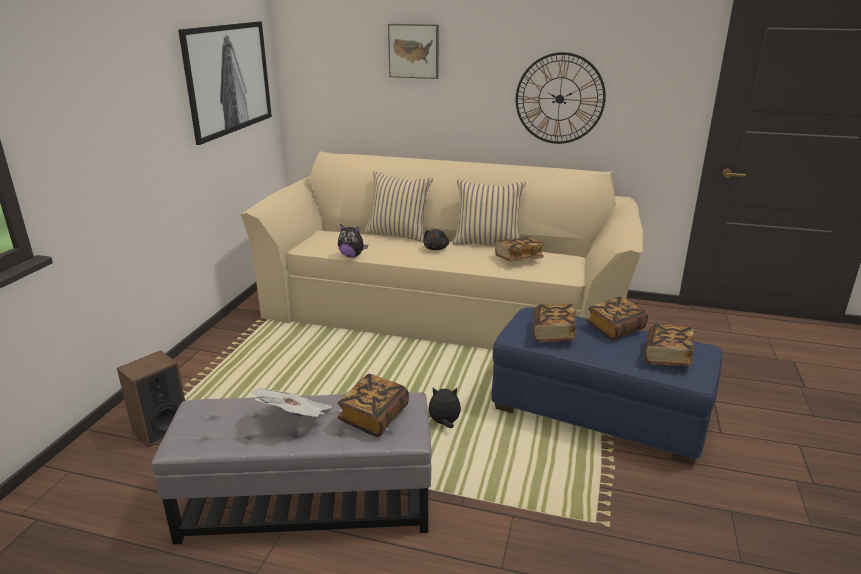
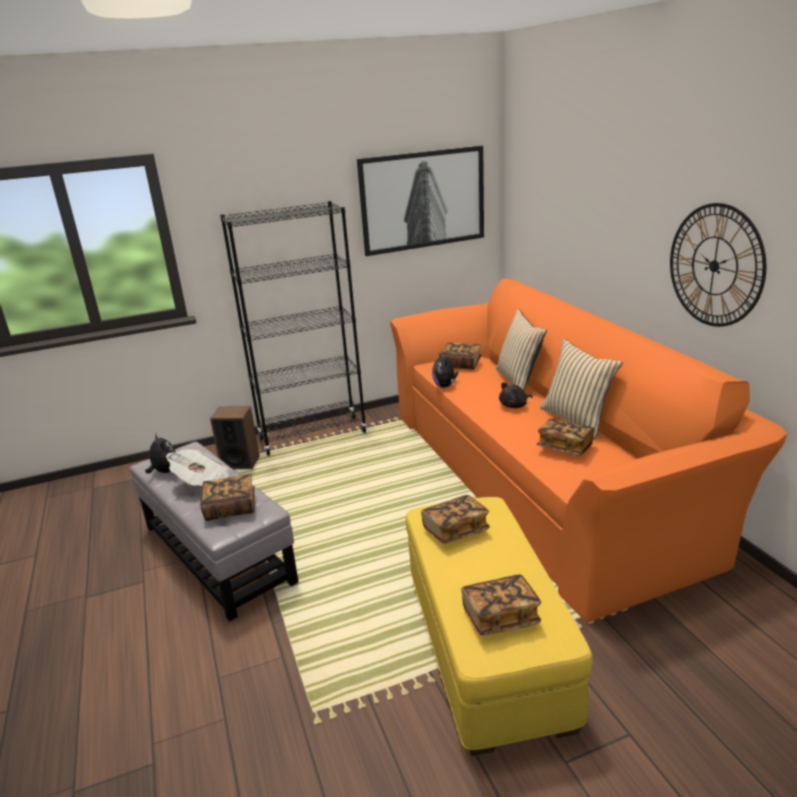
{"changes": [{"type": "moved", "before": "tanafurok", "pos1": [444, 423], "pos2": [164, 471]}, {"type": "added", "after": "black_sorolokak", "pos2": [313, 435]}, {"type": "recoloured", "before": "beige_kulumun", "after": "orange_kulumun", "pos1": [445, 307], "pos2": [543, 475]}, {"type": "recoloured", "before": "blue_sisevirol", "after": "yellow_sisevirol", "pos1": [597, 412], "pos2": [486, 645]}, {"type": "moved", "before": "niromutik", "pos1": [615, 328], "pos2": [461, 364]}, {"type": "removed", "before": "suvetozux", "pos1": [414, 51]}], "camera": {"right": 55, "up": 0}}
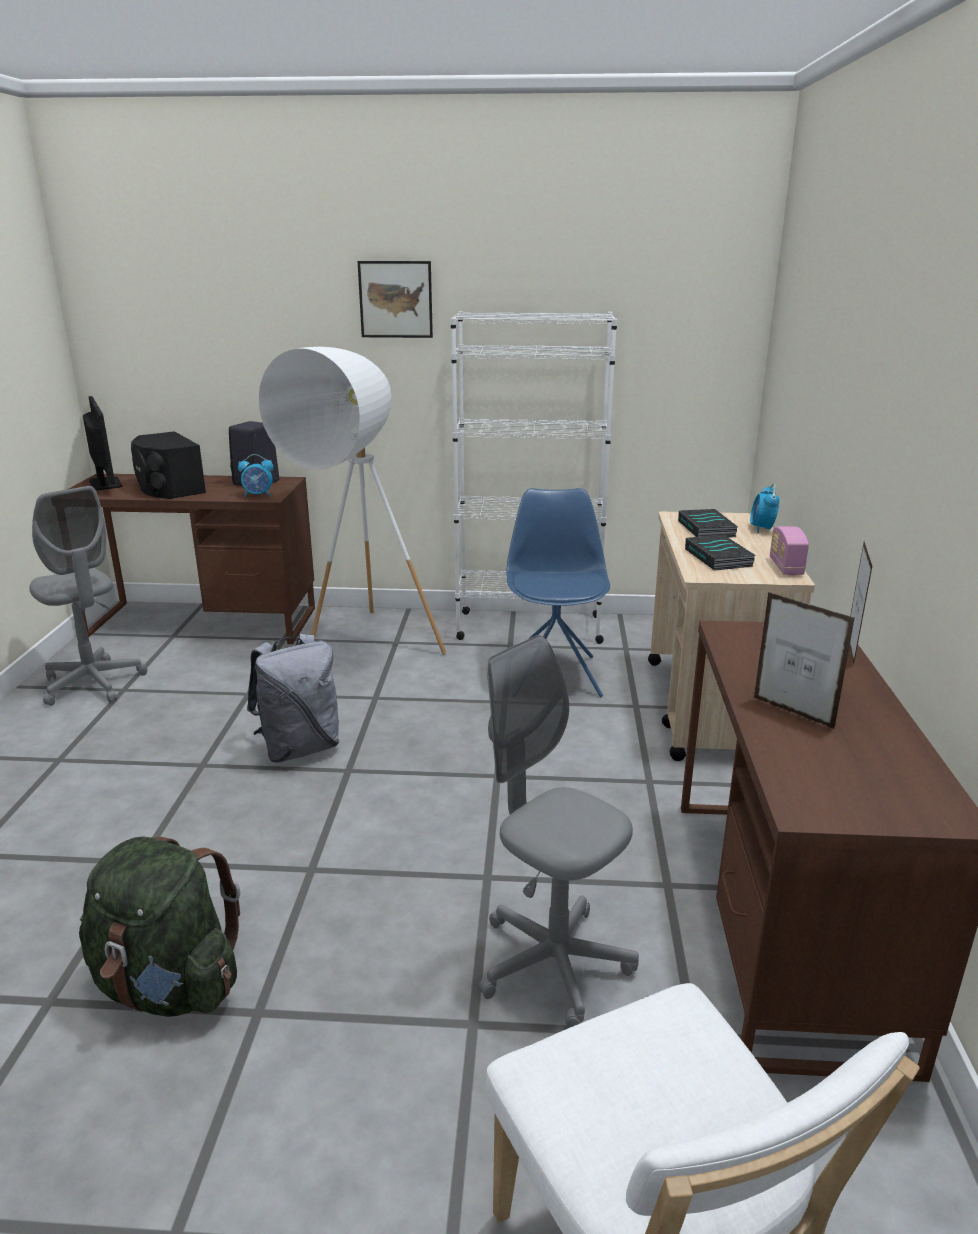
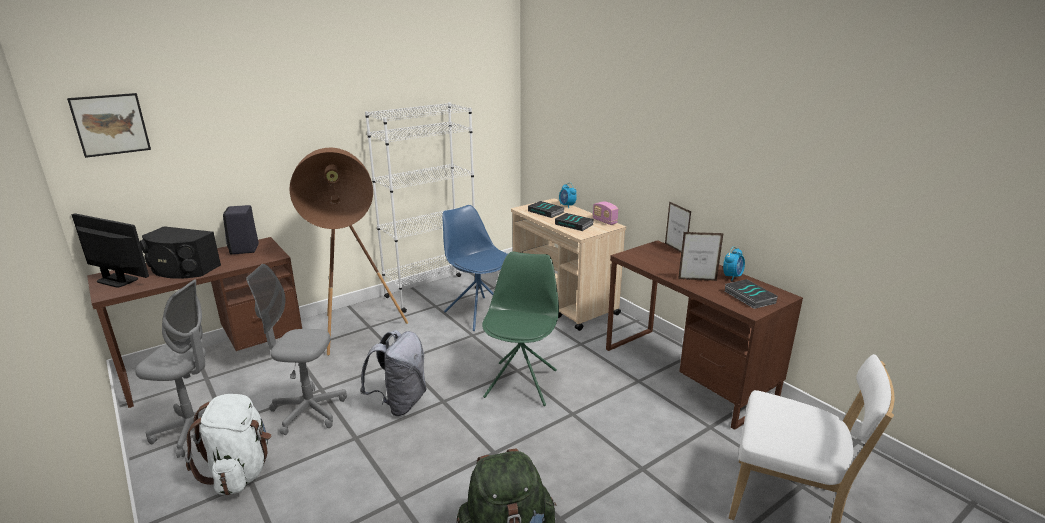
{"changes": [{"type": "moved", "before": "suvetozux", "pos1": [395, 299], "pos2": [110, 124]}, {"type": "added", "after": "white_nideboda", "pos2": [240, 471]}, {"type": "moved", "before": "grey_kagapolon", "pos1": [553, 964], "pos2": [308, 411]}, {"type": "recoloured", "before": "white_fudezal", "after": "brown_fudezal", "pos1": [359, 650], "pos2": [354, 339]}, {"type": "added", "after": "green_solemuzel", "pos2": [521, 382]}, {"type": "moved", "before": "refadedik", "pos1": [258, 495], "pos2": [732, 277]}, {"type": "added", "after": "niromutik", "pos2": [748, 297]}], "camera": {"right": -40, "up": 0}}
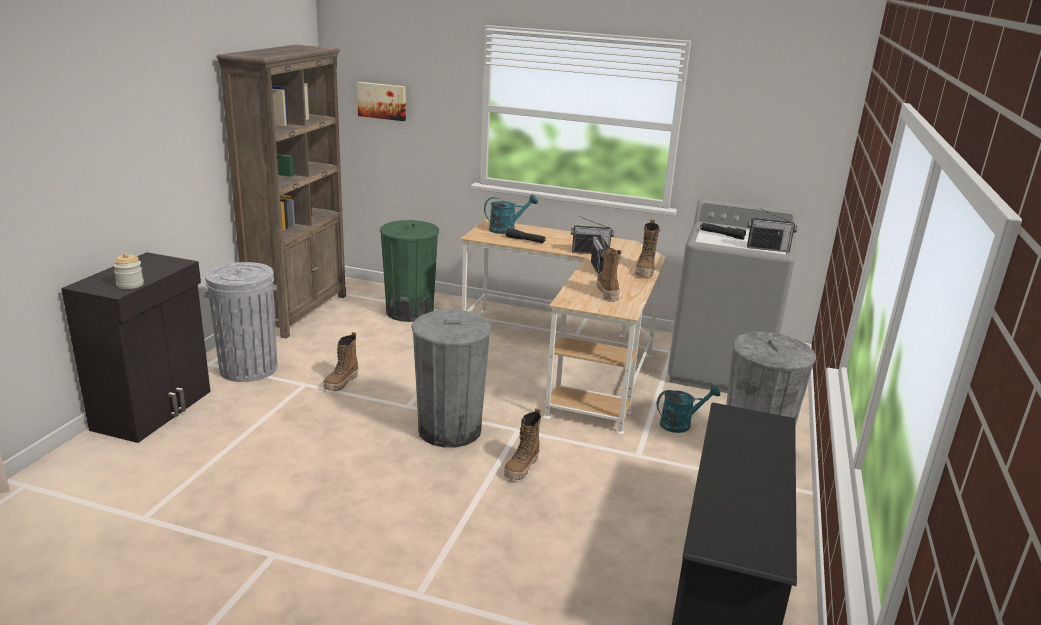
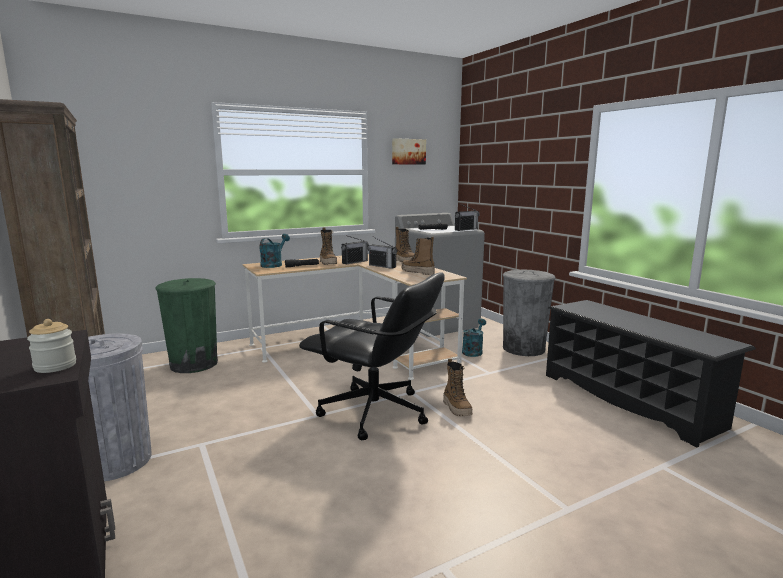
{"changes": [{"type": "replaced", "before": "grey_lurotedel", "after": "black_kagapolon", "pos1": [449, 430], "pos2": [375, 413]}, {"type": "moved", "before": "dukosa", "pos1": [341, 383], "pos2": [328, 263]}, {"type": "moved", "before": "suvetozux", "pos1": [382, 101], "pos2": [408, 151]}], "camera": {"right": -45, "up": -10}}
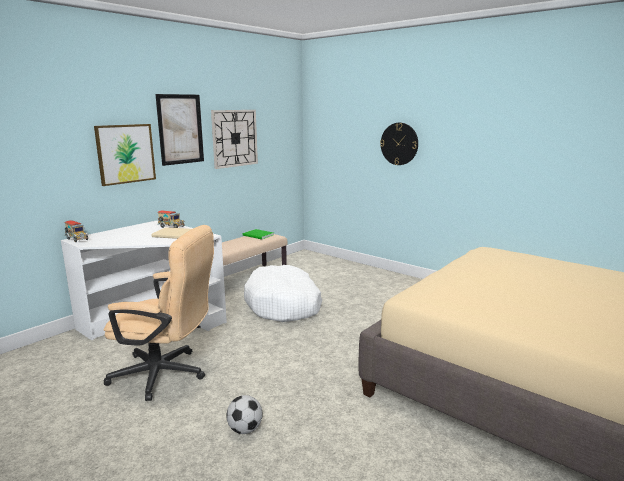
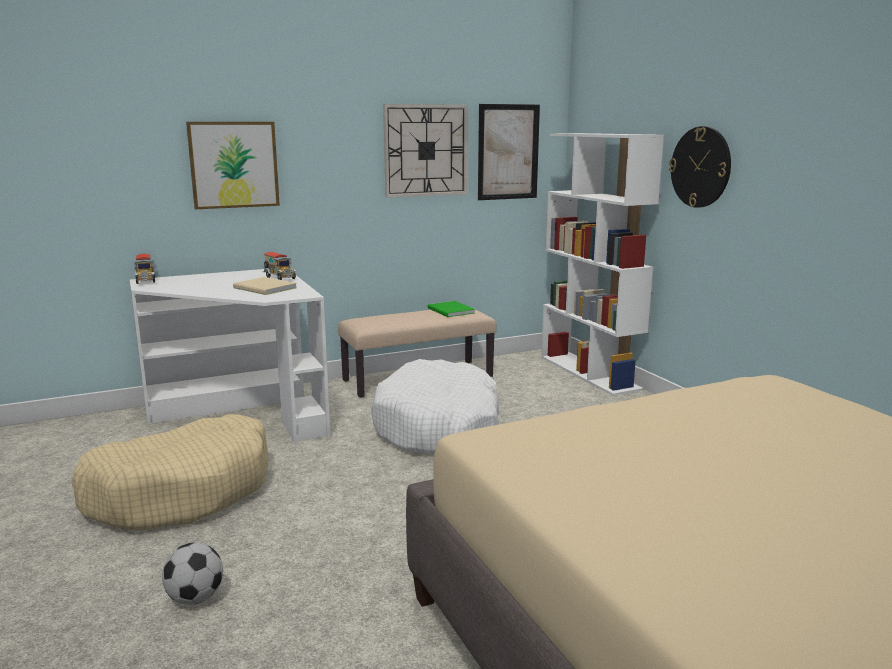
{"changes": [{"type": "replaced", "before": "beige_kagapolon", "after": "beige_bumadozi", "pos1": [167, 375], "pos2": [182, 491]}, {"type": "moved", "before": "suvetozux", "pos1": [180, 129], "pos2": [508, 152]}, {"type": "added", "after": "white_sorolokak", "pos2": [589, 373]}], "camera": {"right": 25, "up": 0}}
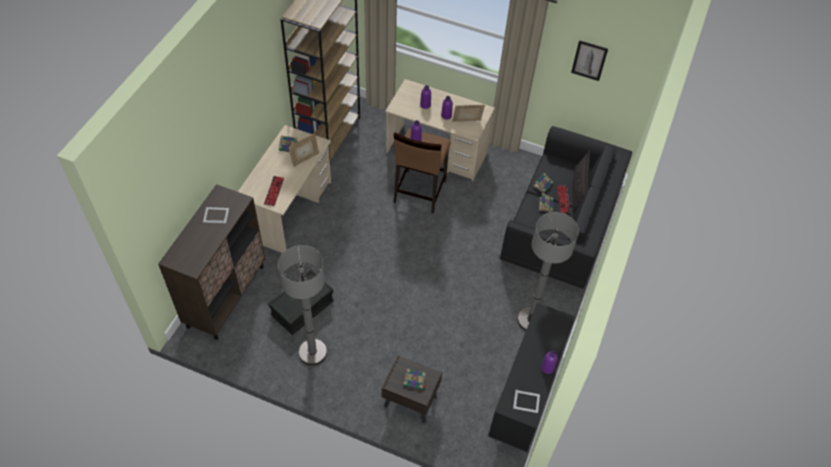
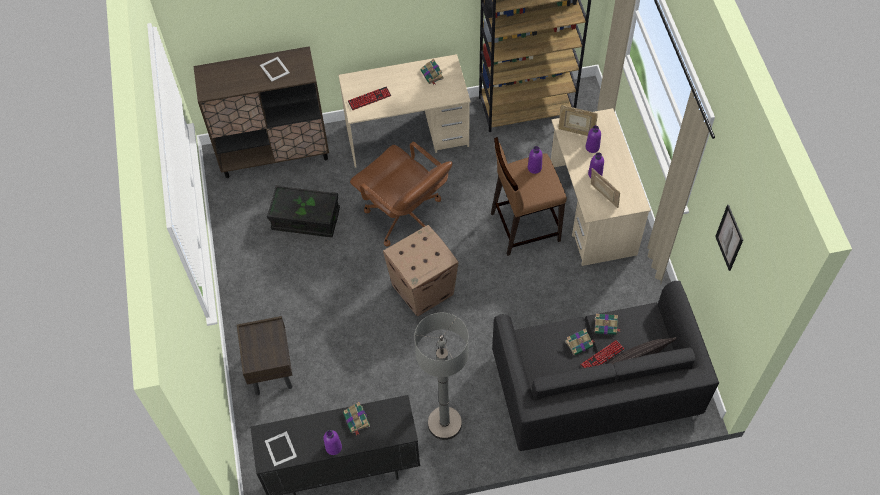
{"changes": [{"type": "moved", "before": "niromutik", "pos1": [415, 381], "pos2": [357, 420]}, {"type": "added", "after": "brown_kagapolon", "pos2": [404, 217]}, {"type": "added", "after": "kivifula", "pos2": [423, 289]}, {"type": "moved", "before": "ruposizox", "pos1": [305, 159], "pos2": [576, 131]}, {"type": "removed", "before": "grey_fudezal", "pos1": [312, 352]}], "camera": {"right": 60, "up": 5}}
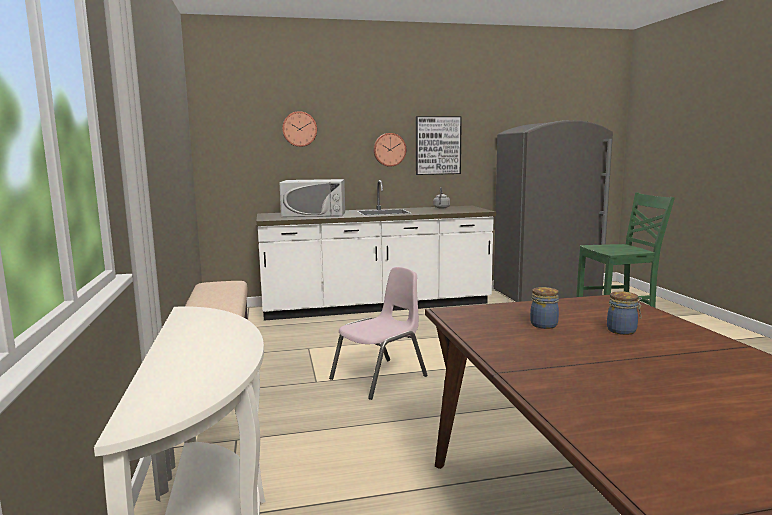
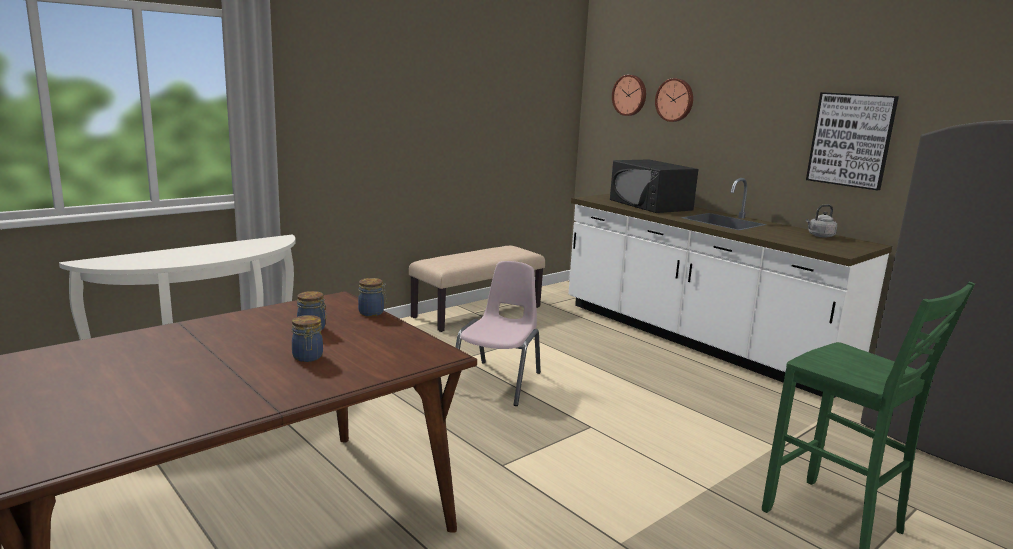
{"changes": [{"type": "added", "after": "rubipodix", "pos2": [372, 313]}, {"type": "turned", "before": "pink_solemuzel", "pos1": [380, 378], "pos2": [498, 382], "turn": -90}, {"type": "recoloured", "before": "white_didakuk", "after": "black_didakuk", "pos1": [314, 214], "pos2": [650, 205]}, {"type": "moved", "before": "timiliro", "pos1": [389, 149], "pos2": [630, 95]}], "camera": {"right": 60, "up": 5}}
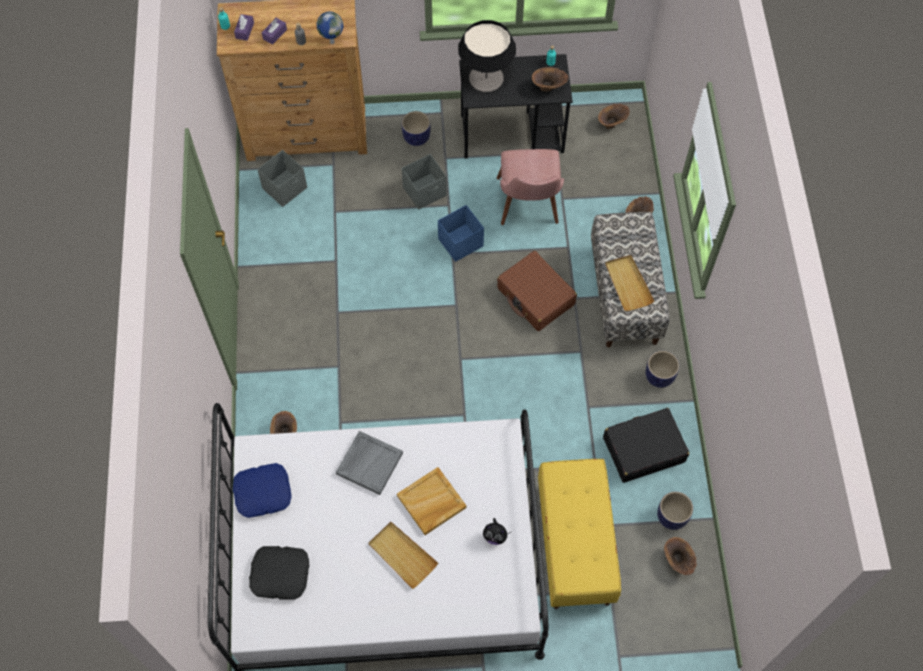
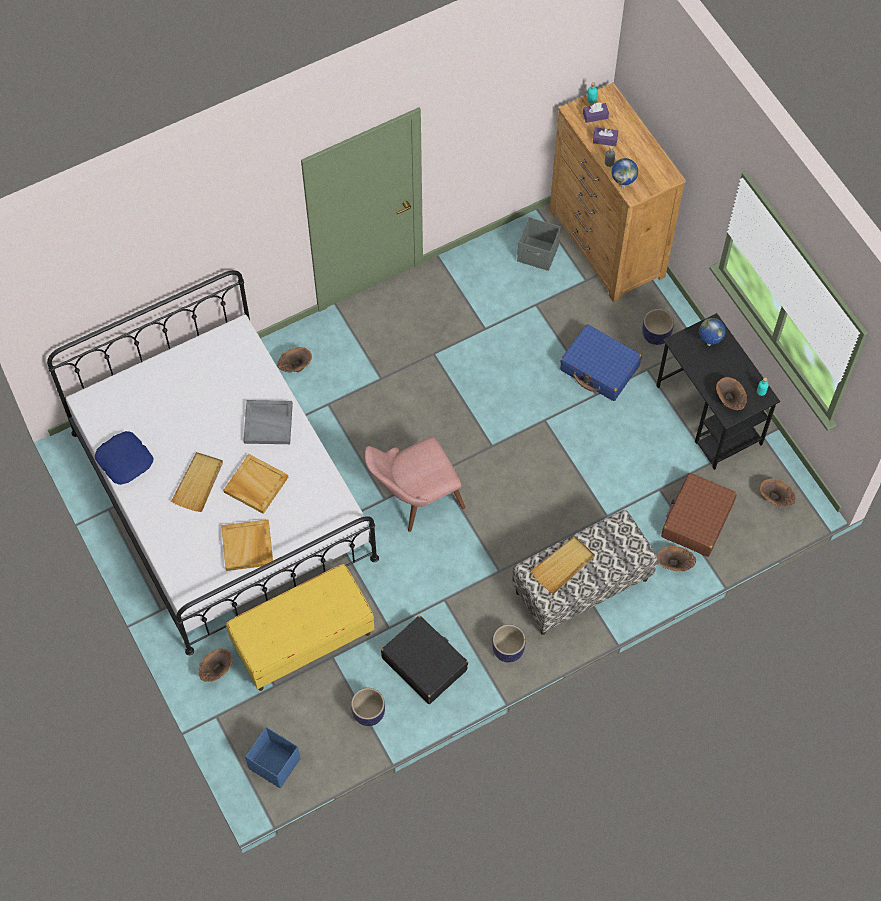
{"changes": [{"type": "moved", "before": "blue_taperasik", "pos1": [263, 492], "pos2": [125, 460]}, {"type": "moved", "before": "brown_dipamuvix", "pos1": [677, 561], "pos2": [216, 671]}, {"type": "replaced", "before": "tanafurok", "after": "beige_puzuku", "pos1": [495, 536], "pos2": [248, 546]}, {"type": "moved", "before": "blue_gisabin", "pos1": [460, 243], "pos2": [274, 763]}, {"type": "moved", "before": "pink_solemuzel", "pos1": [529, 208], "pos2": [413, 499]}, {"type": "replaced", "before": "grey_gisabin", "after": "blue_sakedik", "pos1": [425, 191], "pos2": [599, 368]}, {"type": "moved", "before": "brown_sakedik", "pos1": [536, 297], "pos2": [696, 520]}, {"type": "replaced", "before": "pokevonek", "after": "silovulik", "pos1": [486, 78], "pos2": [708, 344]}, {"type": "removed", "before": "black_taperasik", "pos1": [280, 574]}], "camera": {"right": 65, "up": 0}}
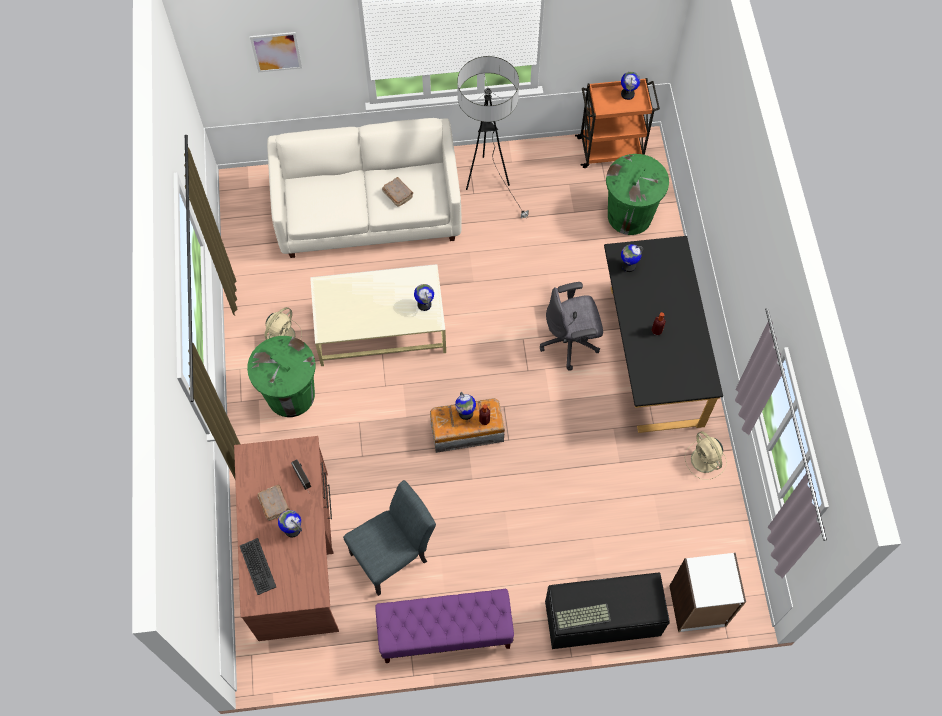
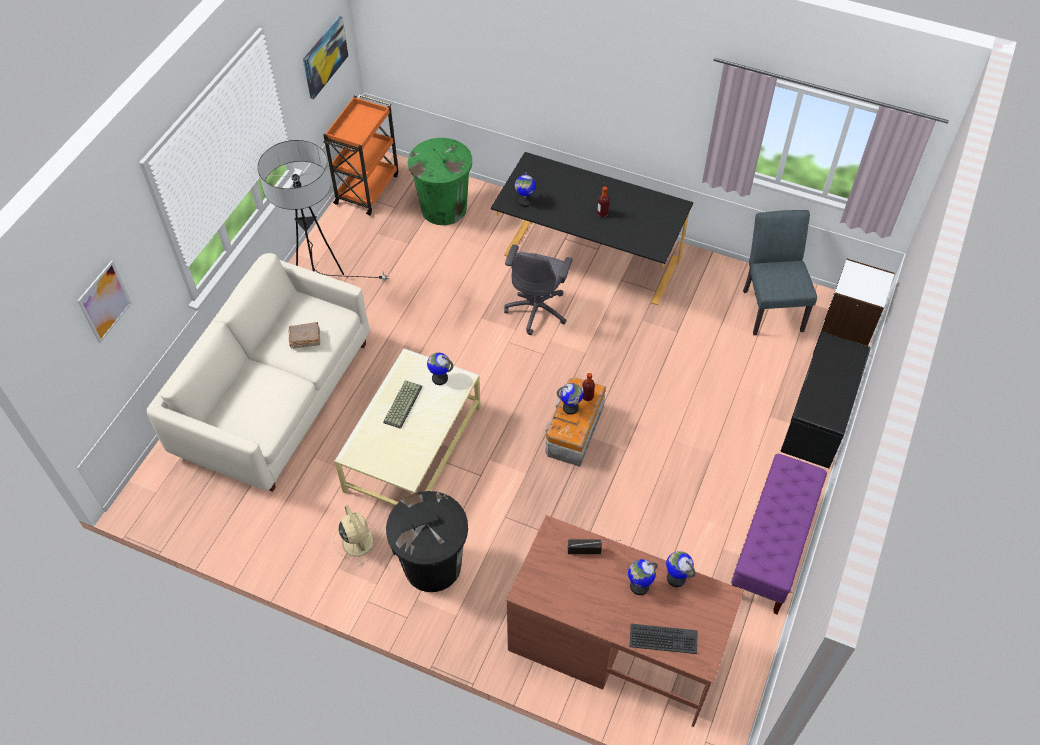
{"changes": [{"type": "added", "after": "suvetozux", "pos2": [324, 57]}, {"type": "moved", "before": "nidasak", "pos1": [583, 616], "pos2": [402, 403]}, {"type": "recoloured", "before": "green_lurotedel", "after": "black_lurotedel", "pos1": [290, 395], "pos2": [433, 565]}, {"type": "moved", "before": "silovulik", "pos1": [627, 94], "pos2": [676, 578]}, {"type": "moved", "before": "grey_solemuzel", "pos1": [394, 554], "pos2": [771, 306]}, {"type": "removed", "before": "brown_niromutik", "pos1": [274, 504]}, {"type": "removed", "before": "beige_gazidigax", "pos1": [705, 461]}], "camera": {"right": -60, "up": -10}}
